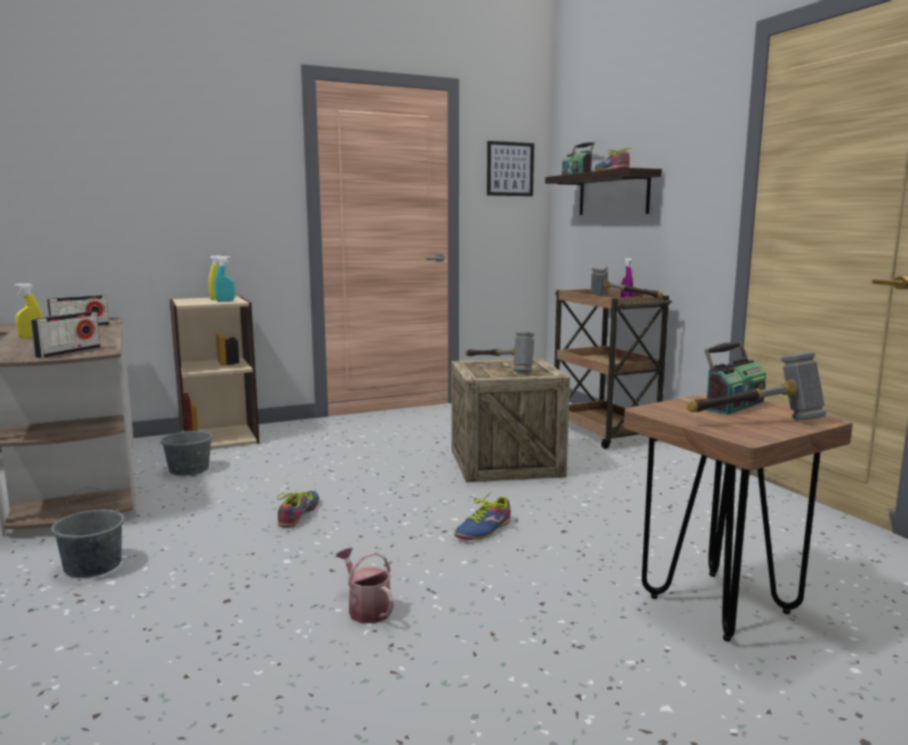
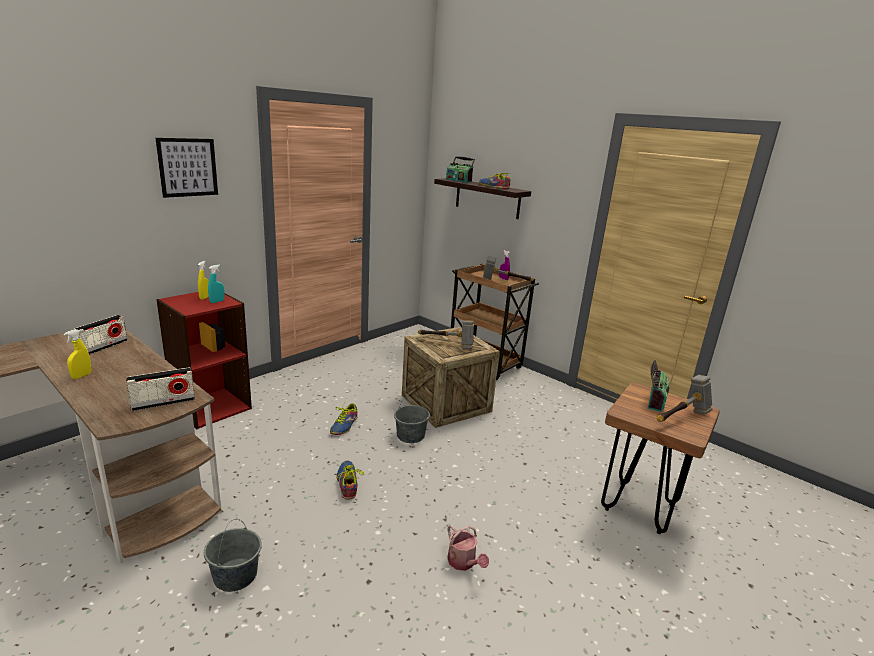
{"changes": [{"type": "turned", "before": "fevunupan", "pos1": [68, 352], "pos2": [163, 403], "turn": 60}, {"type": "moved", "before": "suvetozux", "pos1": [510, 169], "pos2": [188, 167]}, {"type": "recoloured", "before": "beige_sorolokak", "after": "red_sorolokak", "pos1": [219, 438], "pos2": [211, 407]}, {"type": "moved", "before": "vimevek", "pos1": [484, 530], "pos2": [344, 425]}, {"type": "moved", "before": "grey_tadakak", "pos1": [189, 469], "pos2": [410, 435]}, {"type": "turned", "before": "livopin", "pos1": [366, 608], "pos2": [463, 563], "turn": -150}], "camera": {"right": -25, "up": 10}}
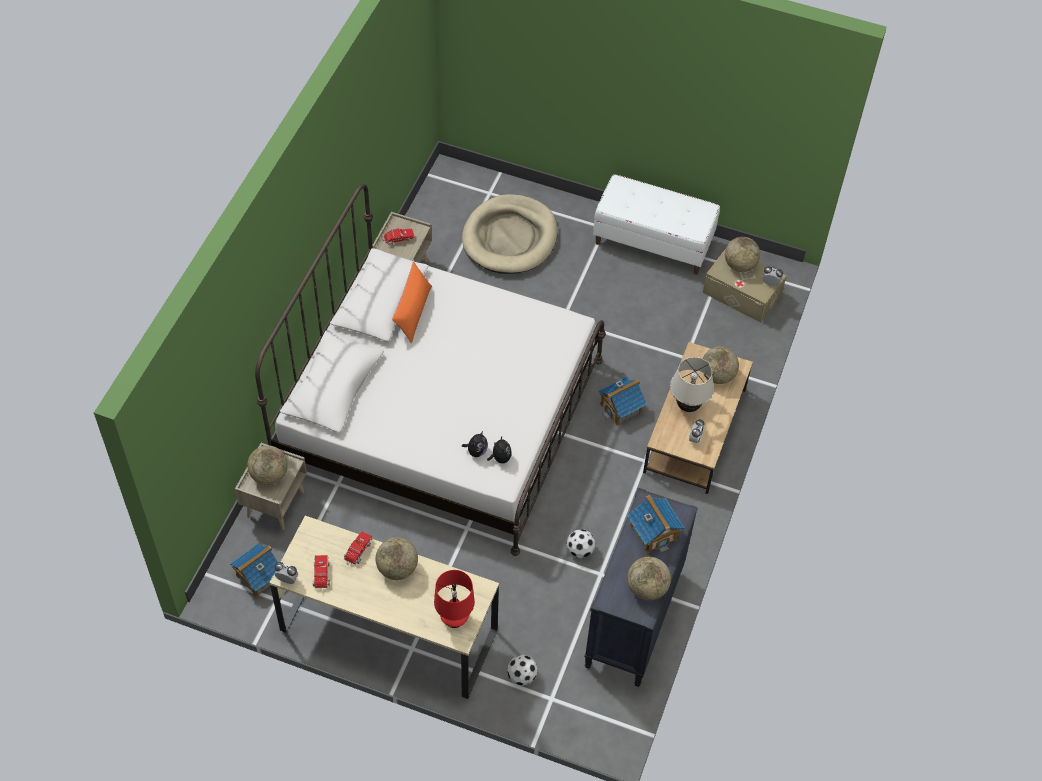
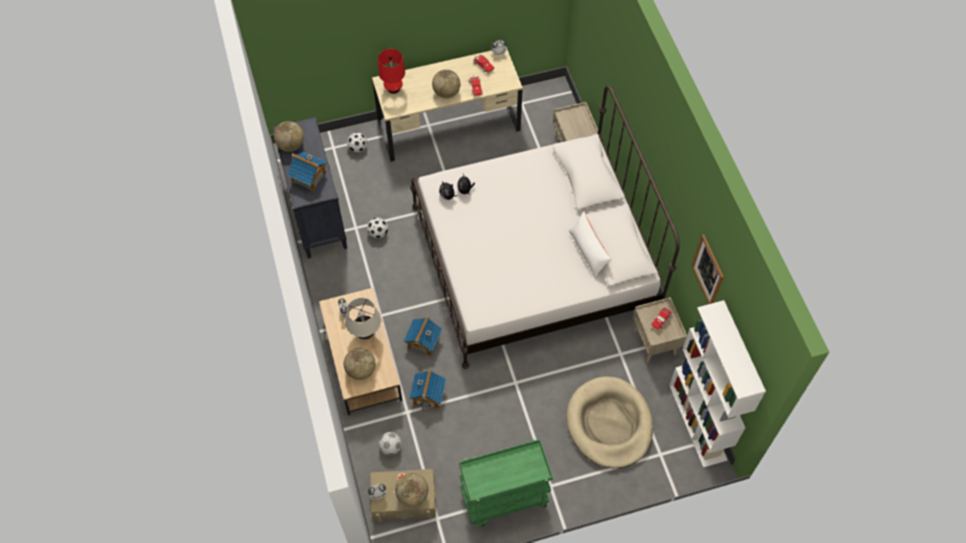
{"changes": [{"type": "added", "after": "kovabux", "pos2": [390, 447]}, {"type": "moved", "before": "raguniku", "pos1": [258, 577], "pos2": [428, 394]}, {"type": "replaced", "before": "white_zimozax", "after": "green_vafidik", "pos1": [653, 242], "pos2": [504, 499]}, {"type": "recoloured", "before": "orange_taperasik", "after": "white_taperasik", "pos1": [413, 312], "pos2": [588, 252]}, {"type": "added", "after": "white_sorolokak", "pos2": [698, 422]}, {"type": "added", "after": "suvetozux", "pos2": [708, 271]}, {"type": "removed", "before": "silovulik", "pos1": [269, 475]}], "camera": {"right": 145, "up": 5}}
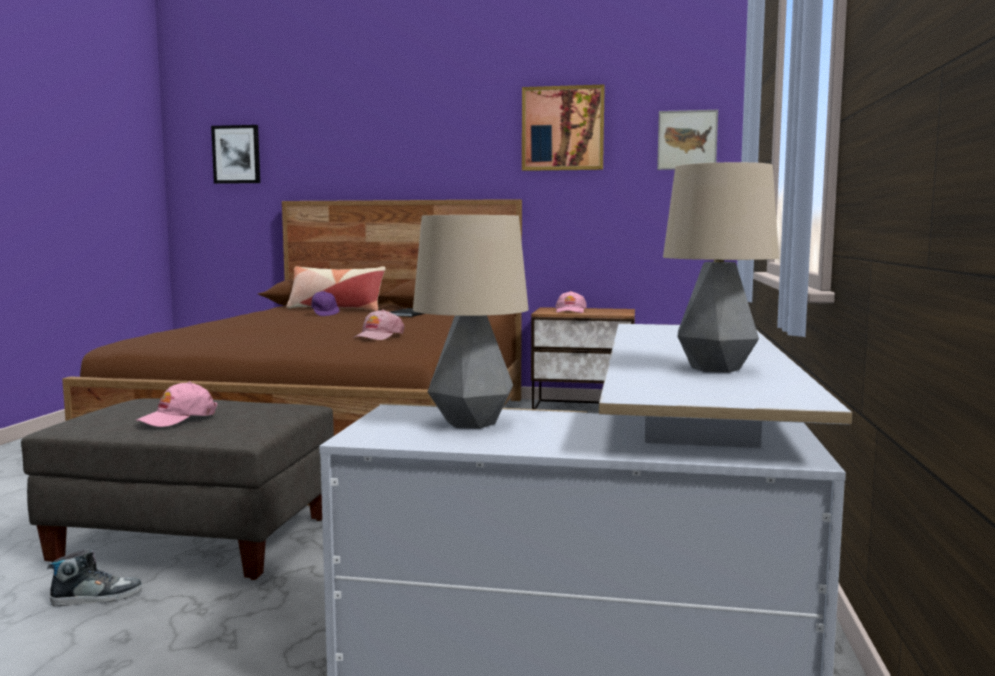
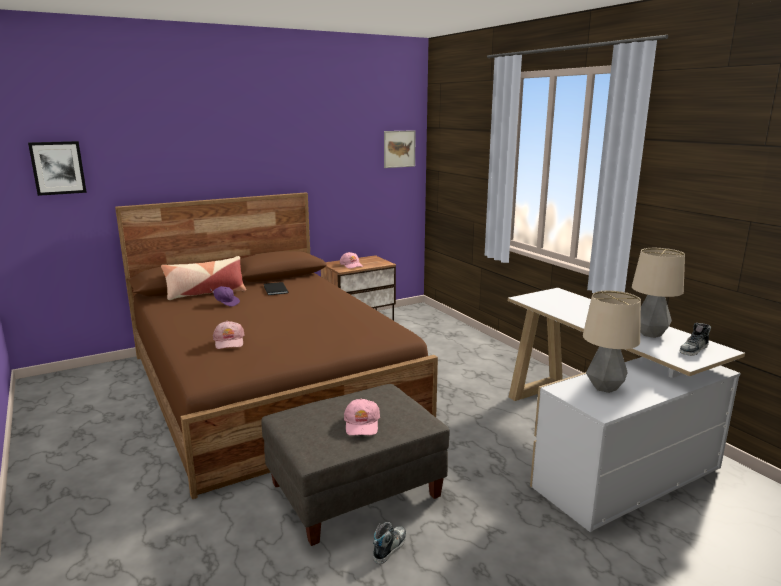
{"changes": [{"type": "moved", "before": "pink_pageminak", "pos1": [378, 336], "pos2": [229, 341]}, {"type": "added", "after": "vimevek", "pos2": [693, 350]}, {"type": "removed", "before": "suvetozux", "pos1": [562, 128]}], "camera": {"right": -40, "up": 10}}
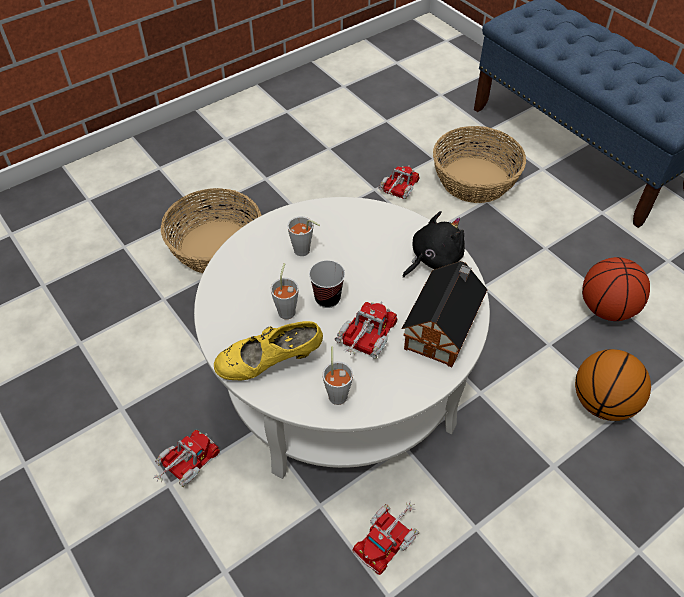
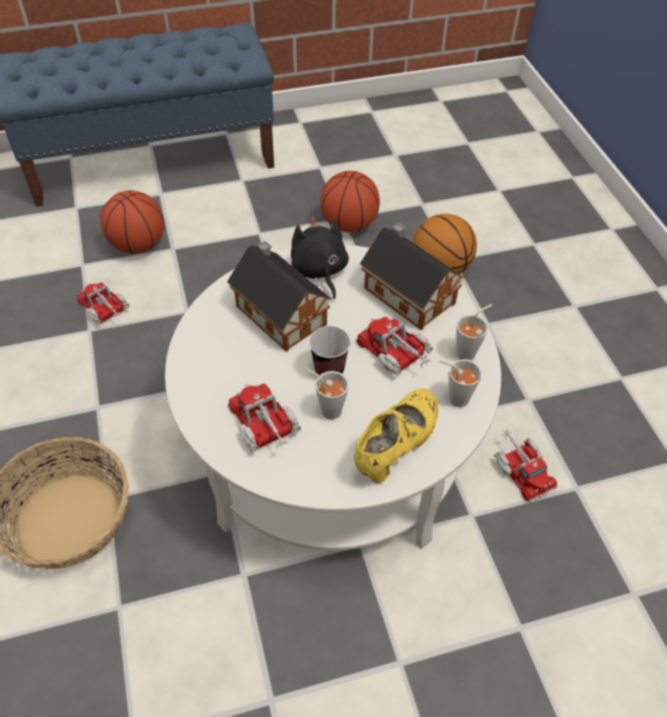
{"changes": [{"type": "replaced", "before": "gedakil", "after": "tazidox", "pos1": [475, 180], "pos2": [138, 245]}, {"type": "added", "after": "raguniku", "pos2": [279, 312]}, {"type": "moved", "before": "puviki", "pos1": [185, 465], "pos2": [266, 428]}, {"type": "turned", "before": "yellow_vimevek", "pos1": [269, 364], "pos2": [396, 446], "turn": -150}, {"type": "moved", "before": "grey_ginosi", "pos1": [304, 252], "pos2": [469, 352]}], "camera": {"right": -70, "up": 0}}
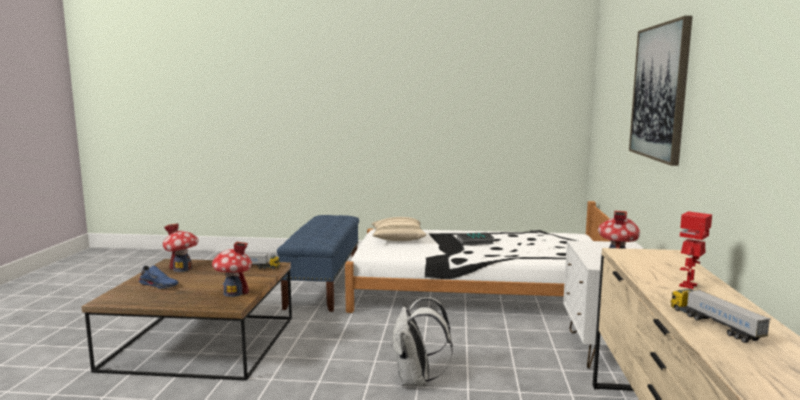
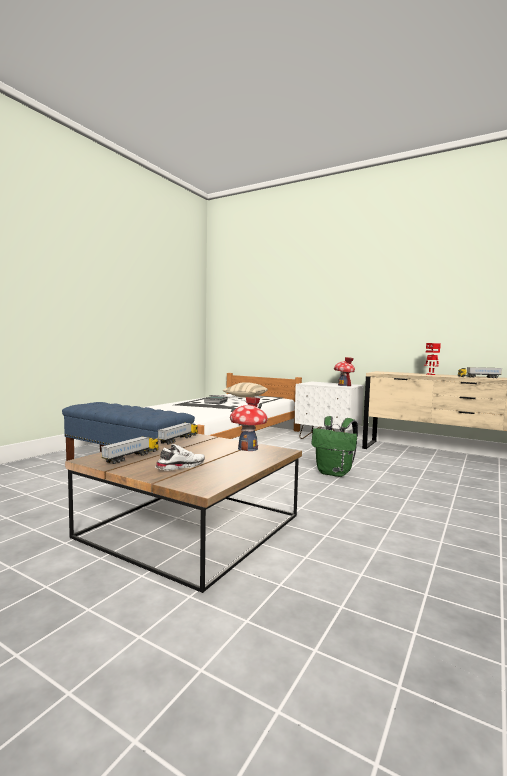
{"changes": [{"type": "replaced", "before": "raguniku", "after": "puviki", "pos1": [182, 269], "pos2": [132, 457]}, {"type": "recoloured", "before": "blue_vimevek", "after": "white_vimevek", "pos1": [159, 285], "pos2": [180, 466]}, {"type": "moved", "before": "beige_taperasik", "pos1": [397, 239], "pos2": [245, 397]}, {"type": "recoloured", "before": "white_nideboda", "after": "green_nideboda", "pos1": [416, 381], "pos2": [335, 473]}, {"type": "removed", "before": "suvetozux", "pos1": [659, 92]}], "camera": {"right": -65, "up": -5}}
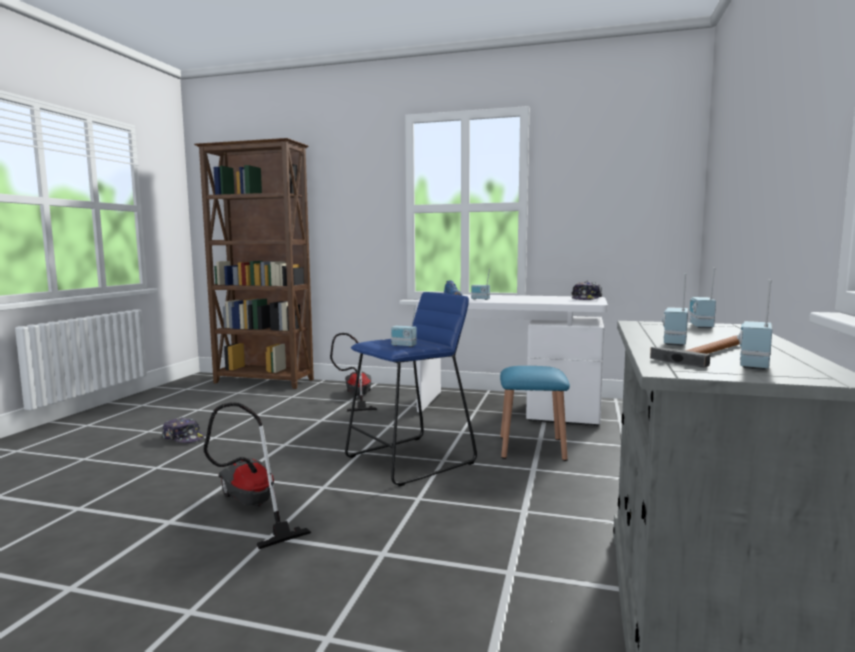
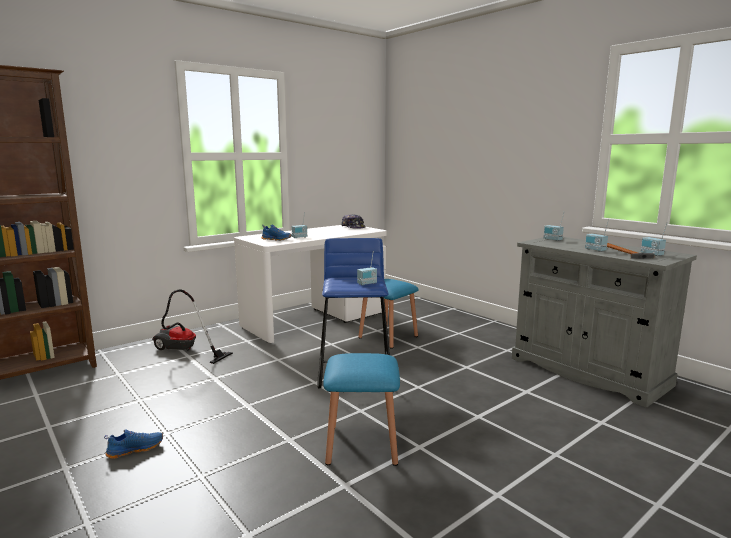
{"changes": [{"type": "replaced", "before": "pageminak", "after": "blue_vimevek", "pos1": [183, 438], "pos2": [135, 449]}, {"type": "replaced", "before": "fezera", "after": "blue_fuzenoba", "pos1": [251, 507], "pos2": [362, 444]}], "camera": {"right": -55, "up": 5}}
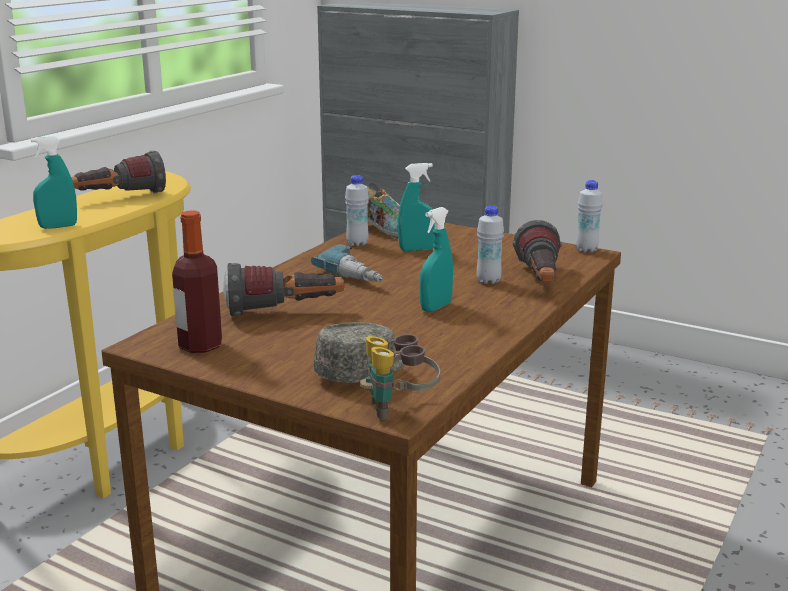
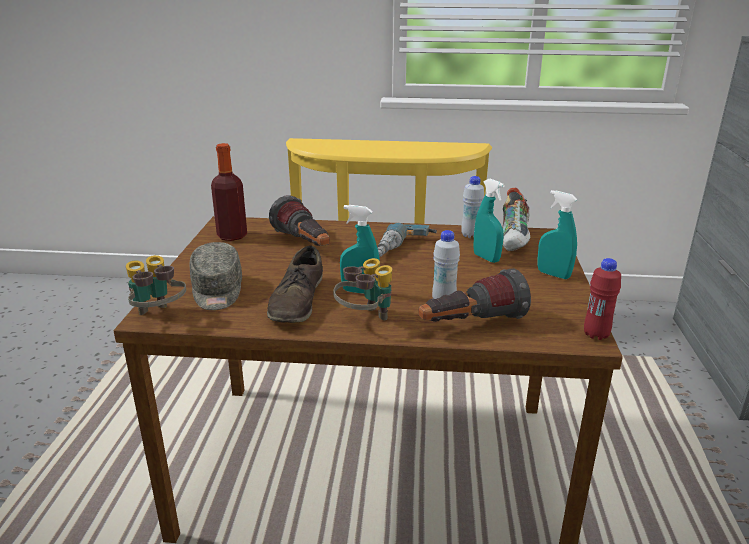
{"changes": [{"type": "turned", "before": "grey_pageminak", "pos1": [363, 371], "pos2": [217, 291], "turn": 60}, {"type": "added", "after": "brown_vimevek", "pos2": [297, 301]}, {"type": "added", "after": "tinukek", "pos2": [365, 319]}, {"type": "moved", "before": "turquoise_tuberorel", "pos1": [58, 226], "pos2": [553, 274]}, {"type": "recoloured", "before": "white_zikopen", "after": "red_zikopen", "pos1": [586, 250], "pos2": [596, 334]}, {"type": "removed", "before": "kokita", "pos1": [119, 198]}], "camera": {"right": 65, "up": 5}}
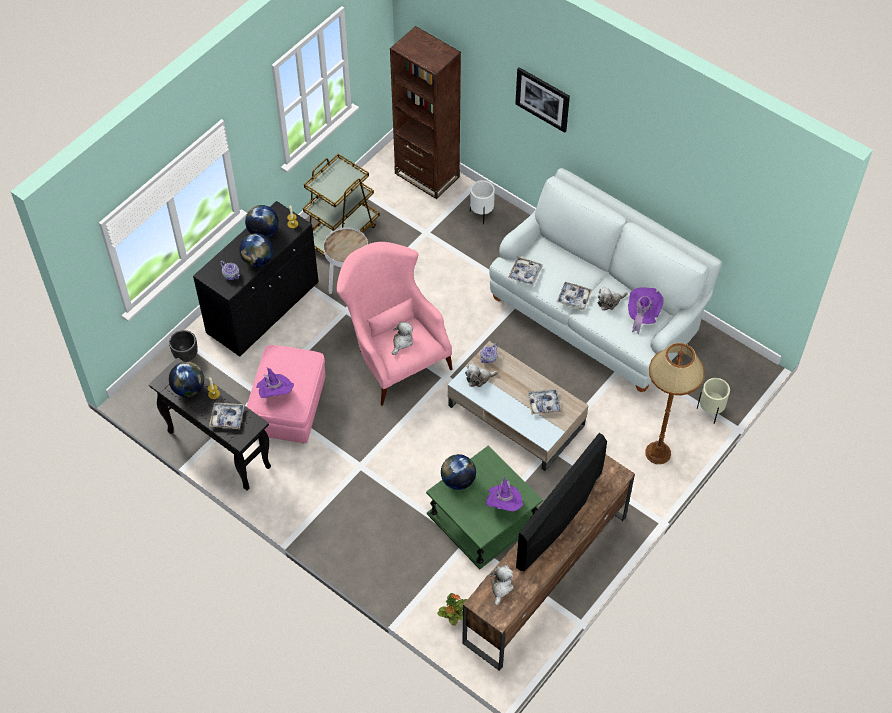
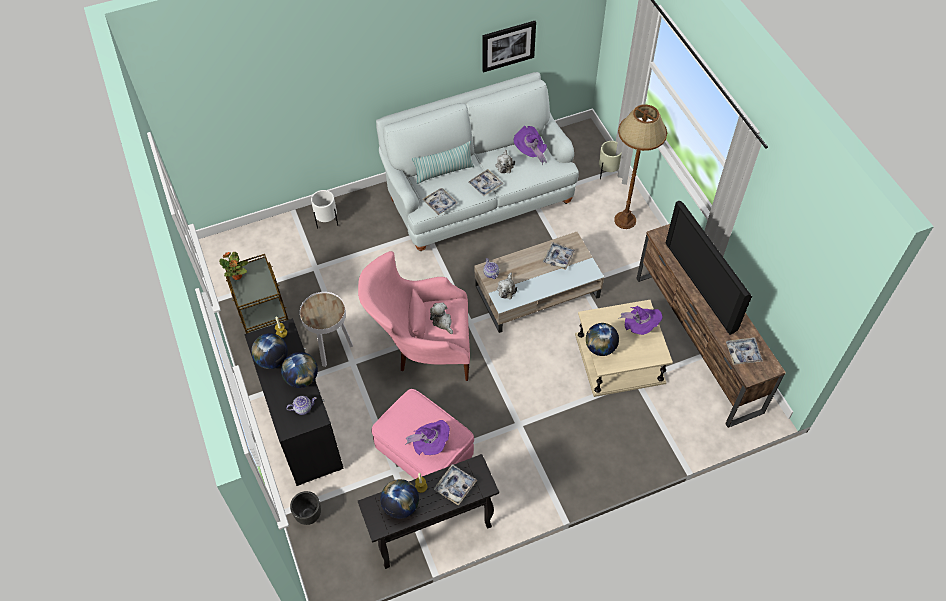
{"changes": [{"type": "moved", "before": "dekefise", "pos1": [453, 618], "pos2": [237, 276]}, {"type": "added", "after": "taperasik", "pos2": [444, 172]}, {"type": "moved", "before": "suvetozux", "pos1": [543, 99], "pos2": [508, 45]}, {"type": "recoloured", "before": "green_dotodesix", "after": "beige_dotodesix", "pos1": [483, 518], "pos2": [619, 358]}, {"type": "replaced", "before": "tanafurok", "after": "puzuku", "pos1": [501, 587], "pos2": [743, 353]}, {"type": "removed", "before": "brown_sorolokak", "pos1": [427, 175]}], "camera": {"right": -60, "up": 0}}
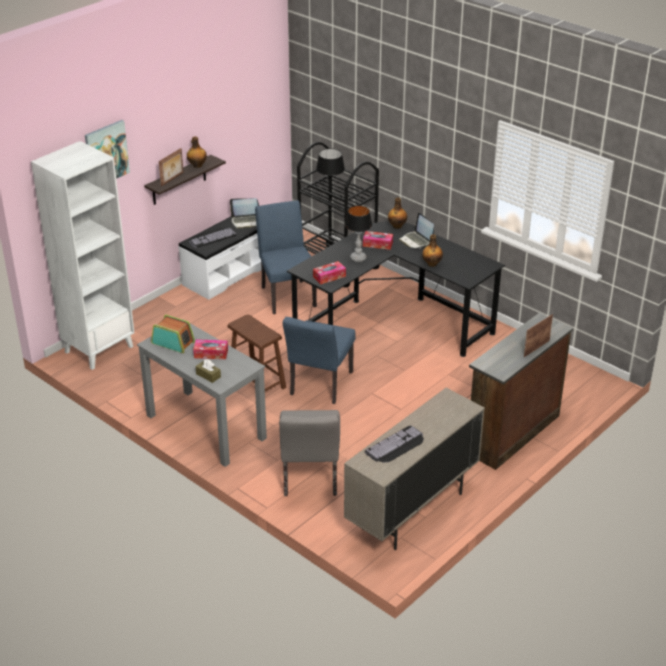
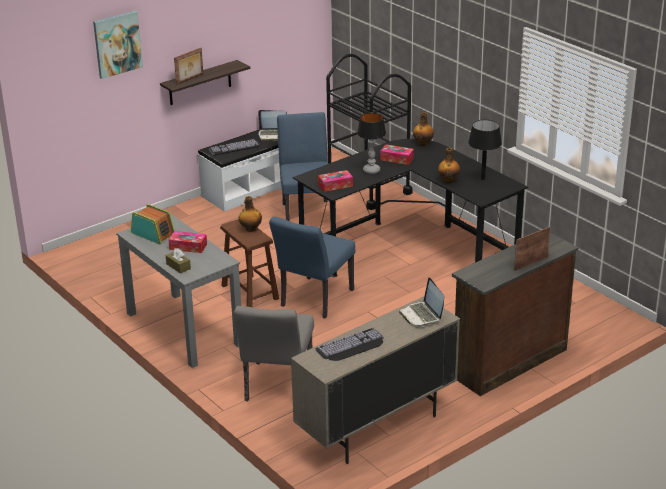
{"changes": [{"type": "moved", "before": "zikopen", "pos1": [197, 165], "pos2": [250, 229]}, {"type": "moved", "before": "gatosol", "pos1": [416, 241], "pos2": [422, 315]}, {"type": "moved", "before": "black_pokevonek", "pos1": [330, 200], "pos2": [483, 179]}, {"type": "removed", "before": "white_sorolokak", "pos1": [99, 349]}], "camera": {"right": 10, "up": -5}}
